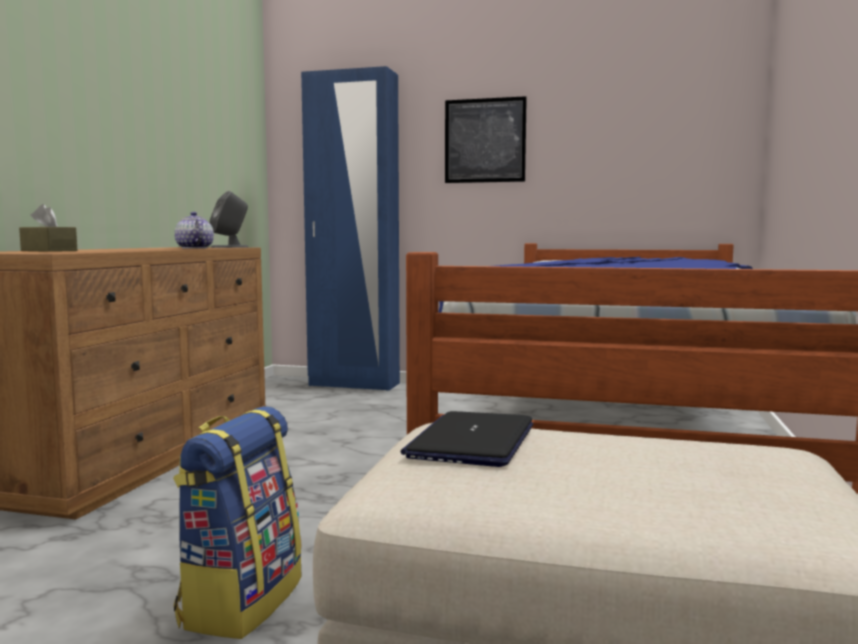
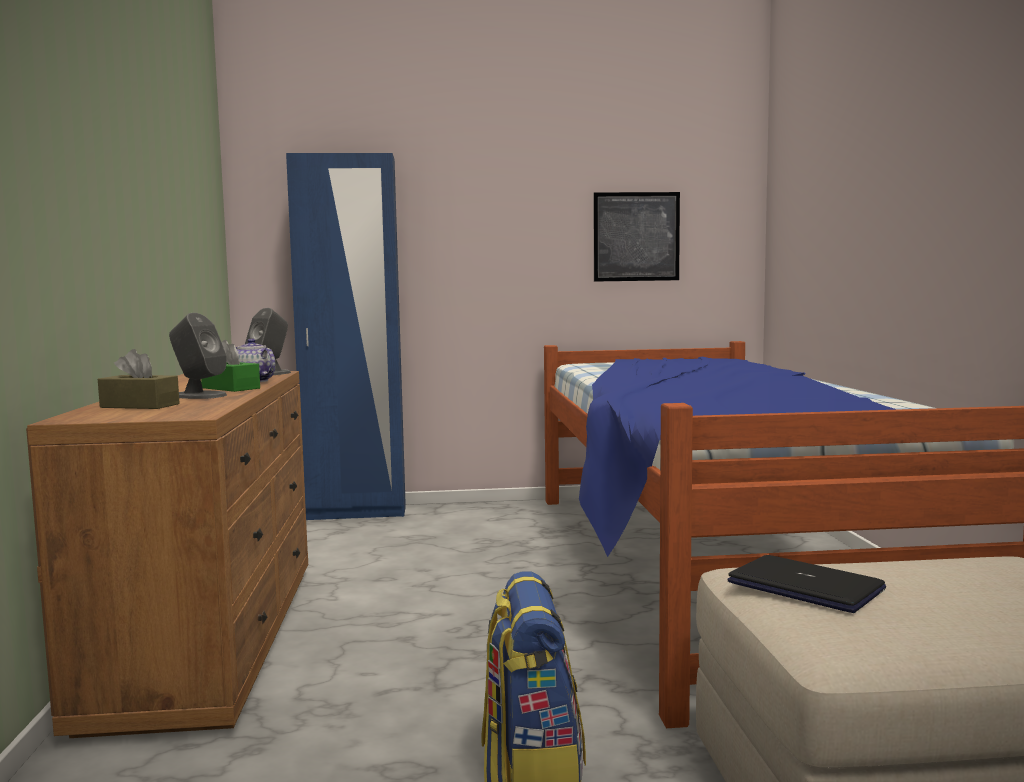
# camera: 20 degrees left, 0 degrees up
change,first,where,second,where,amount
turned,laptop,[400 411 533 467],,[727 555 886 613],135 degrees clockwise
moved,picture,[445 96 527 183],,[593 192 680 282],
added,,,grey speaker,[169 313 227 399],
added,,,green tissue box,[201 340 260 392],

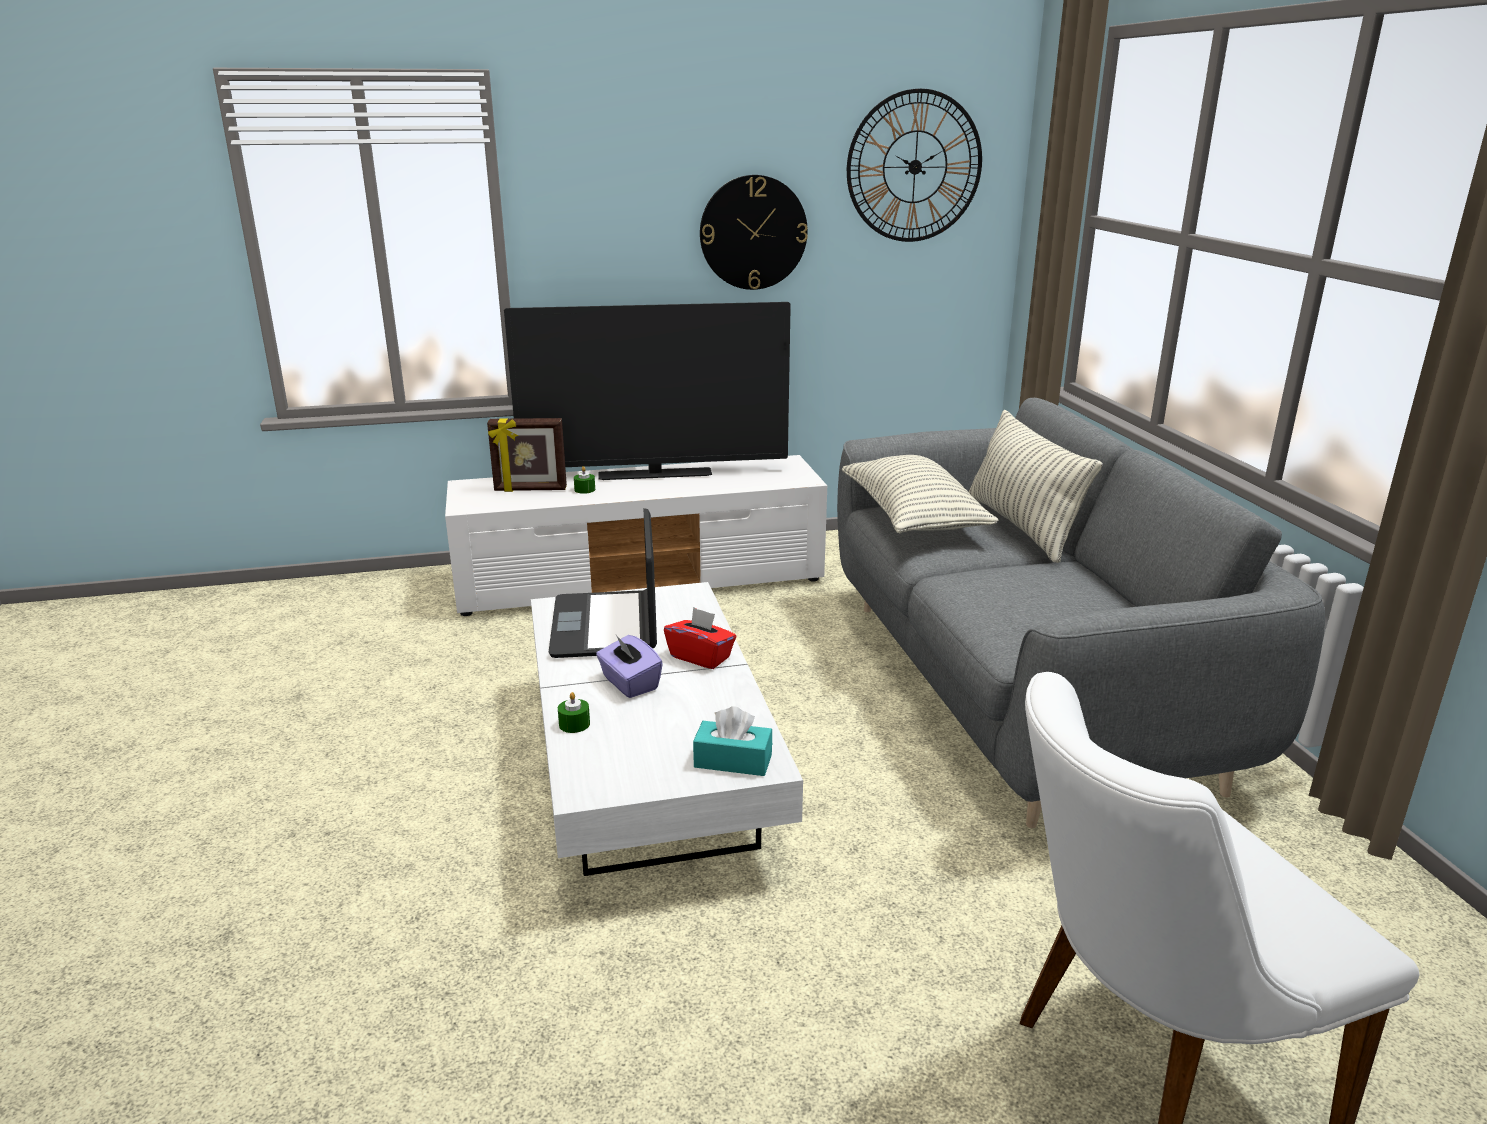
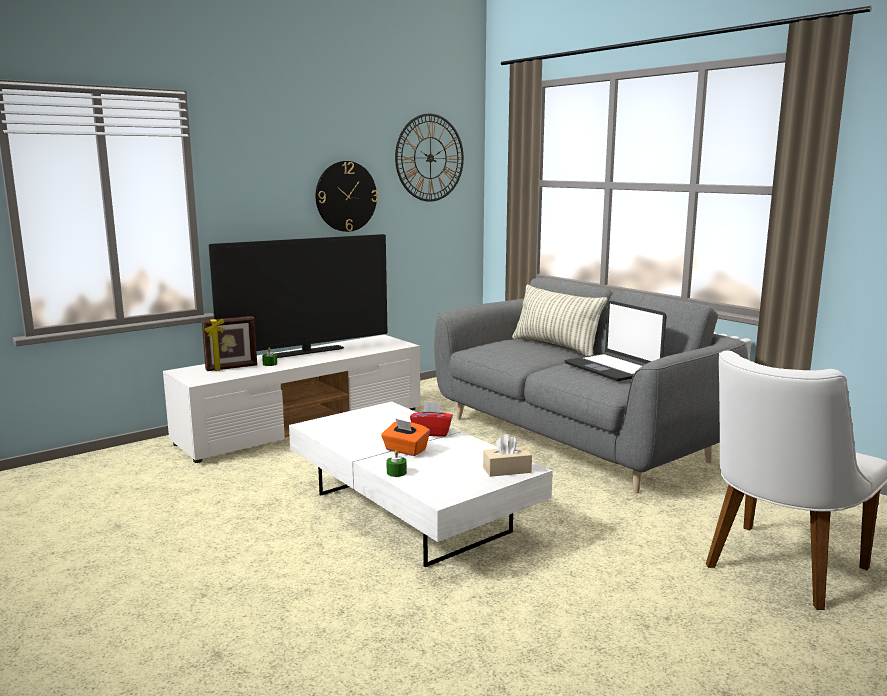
# camera: 25 degrees left, 10 degrees down
change,first,where,second,where,amount
moved,laptop,[549 508 657 658],,[565 301 667 381],
recoloured,purple tissue box,[596 635 663 698],orange tissue box,[381 418 430 456],
recoloured,turquoise tissue box,[693 706 772 776],beige tissue box,[483 434 532 477],
removed,pillow,[842 455 998 533],,,

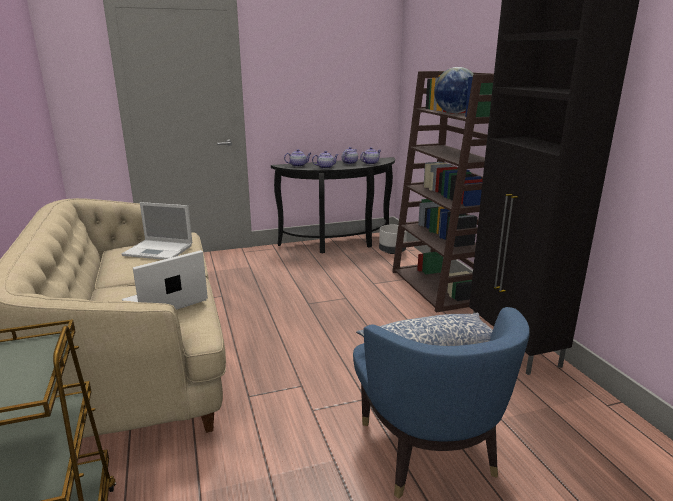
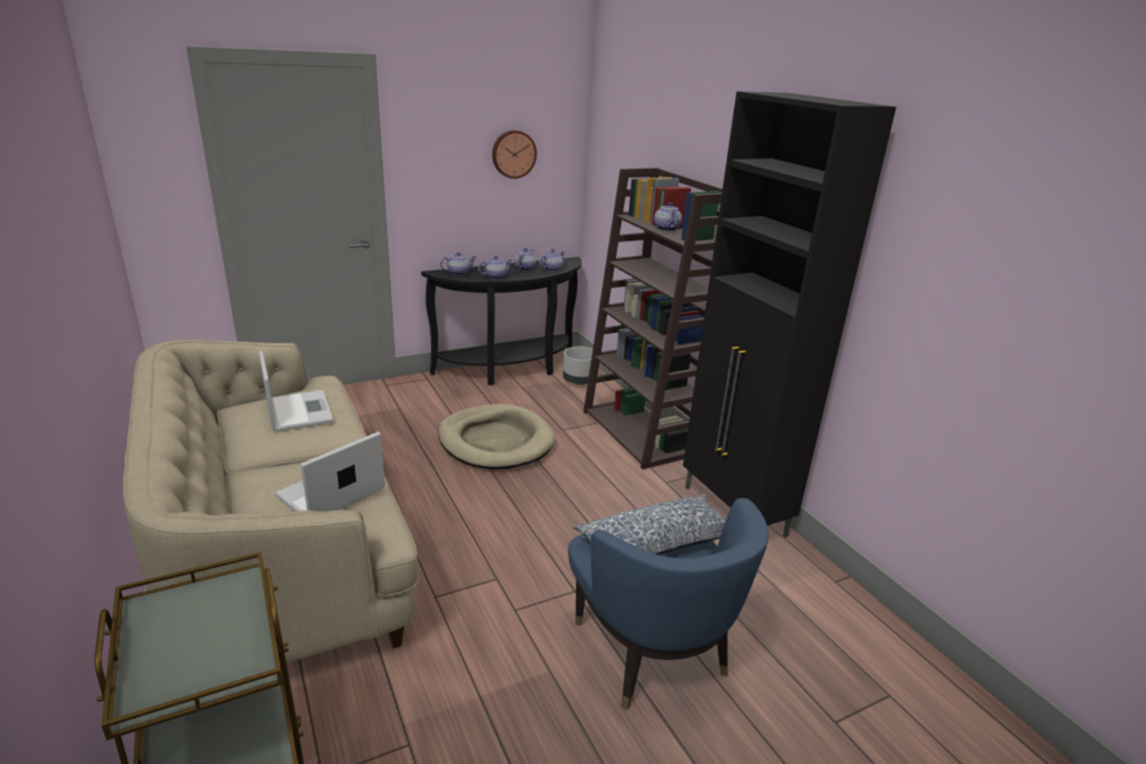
# camera: 10 degrees left, 5 degrees up
change,first,where,second,where,amount
turned,laptop,[122 202 192 260],,[259 351 334 432],120 degrees counterclockwise
replaced,globe,[434 67 474 113],teapot,[654 202 682 231],
added,,,beige dog bed,[438 404 555 469],
added,,,wall clock,[492 130 537 179],

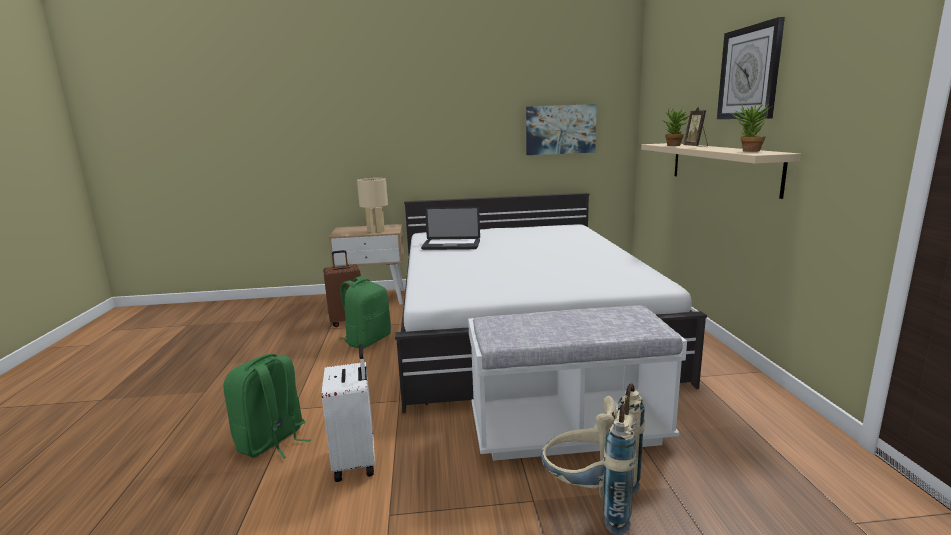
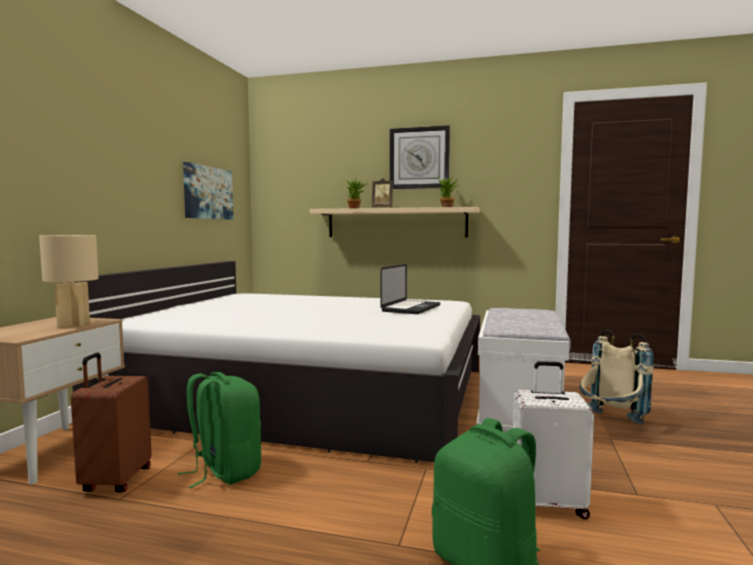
# camera: 70 degrees left, 10 degrees down
change,first,where,second,where,amount
moved,laptop,[421 207 480 250],,[380 264 440 314],

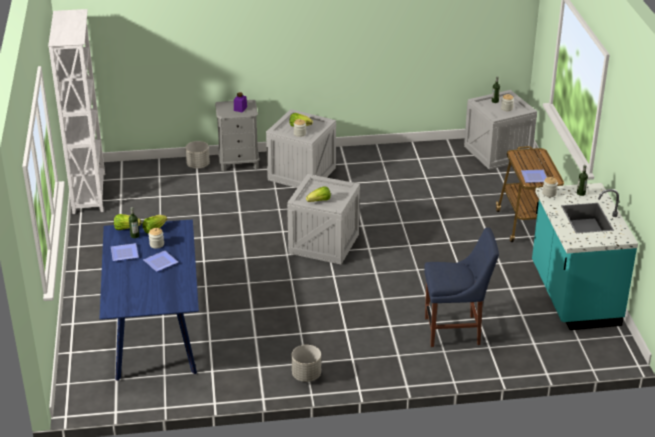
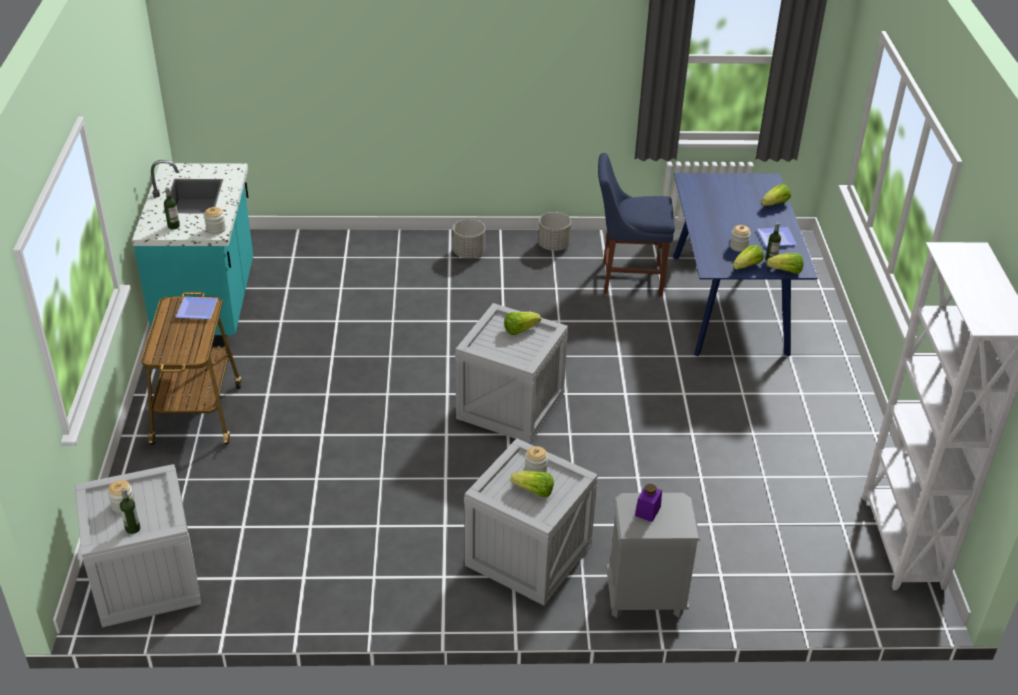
# camera: 175 degrees left, 5 degrees up
change,first,where,second,where,amount
removed,plate,[143 251 178 272],,,
moved,grey planter,[185 141 210 169],,[453 219 485 258],
moved,blue chair,[424 227 499 347],,[598 153 675 296],
added,,,lettuce,[761 184 791 206],

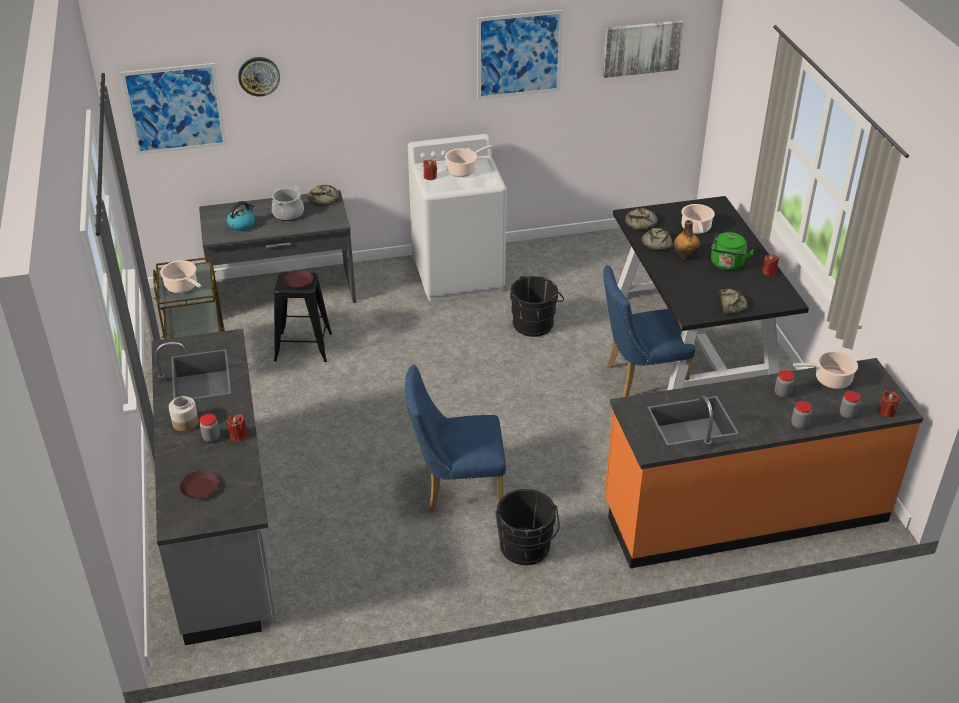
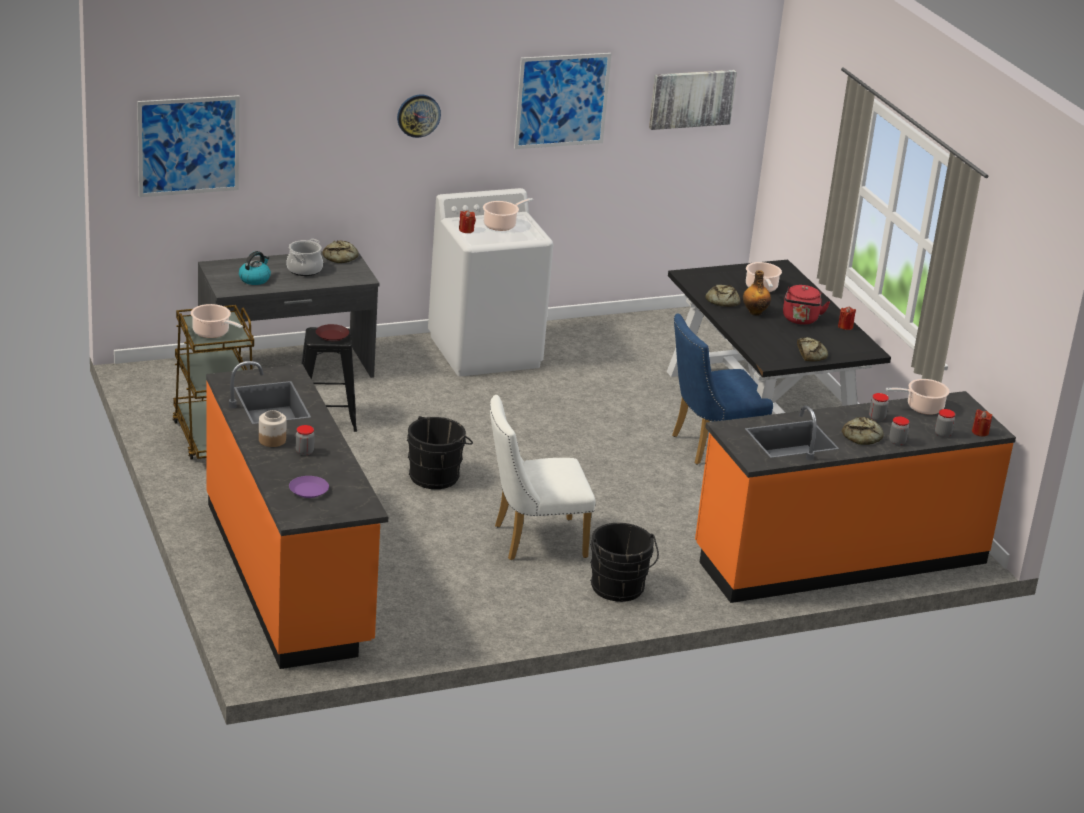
# camera: 10 degrees left, 10 degrees down
change,first,where,second,where,amount
recoloured,grey counter,[151 329 275 645],orange counter,[206 361 388 669],
recoloured,brown plate,[180 471 219 498],purple plate,[289 476 329 498],
removed,red candle,[227 414 248 442],,,
moved,wall clock,[238 57 280 97],,[397 94 441 138],
recoloured,blue chair,[405 365 506 513],white chair,[490 395 595 560],
moved,black bucket,[510 276 564 337],,[407 416 473 489],
moved,bread,[625 208 657 230],,[842 417 884 445],
recoloured,green kettle,[711 232 755 270],red kettle,[783 285 830 325],

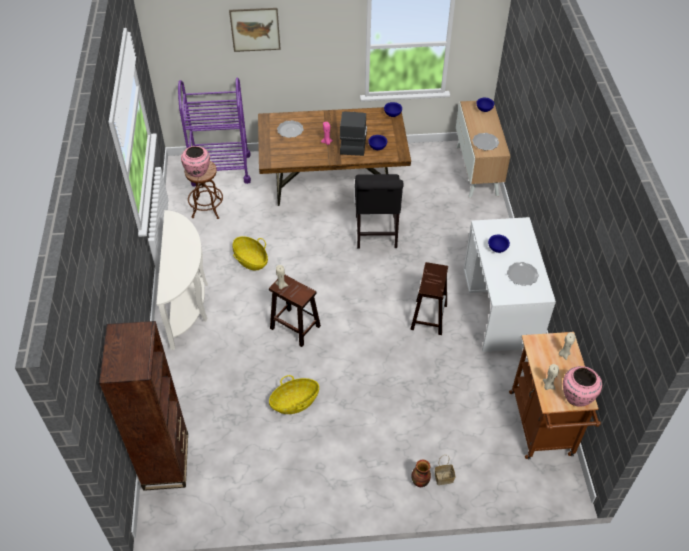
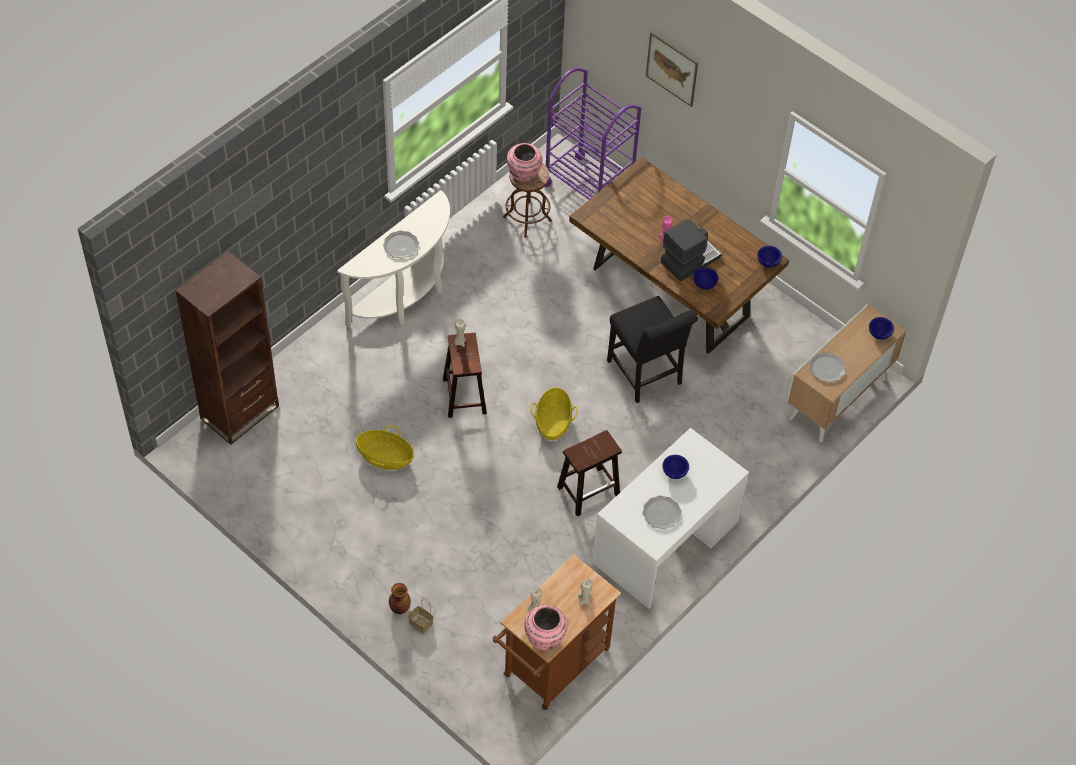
# camera: 45 degrees right, 5 degrees up
change,first,where,second,where,amount
moved,basket,[232 236 268 270],,[530 387 578 440],
moved,plate,[277 120 304 138],,[383 230 419 259],
turned,black chair,[355 174 404 249],,[607 296 698 403],75 degrees counterclockwise

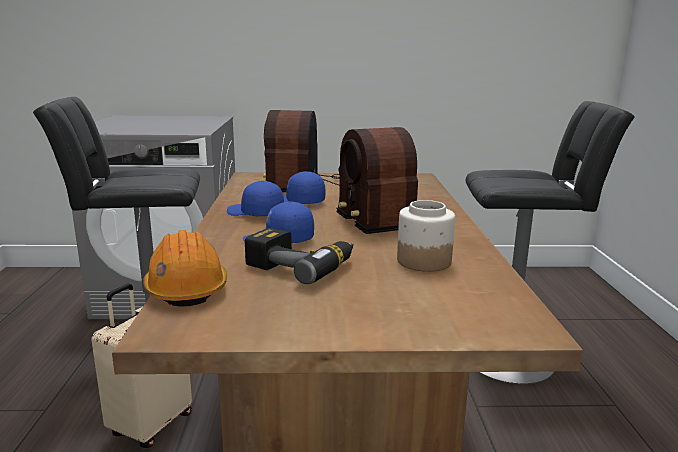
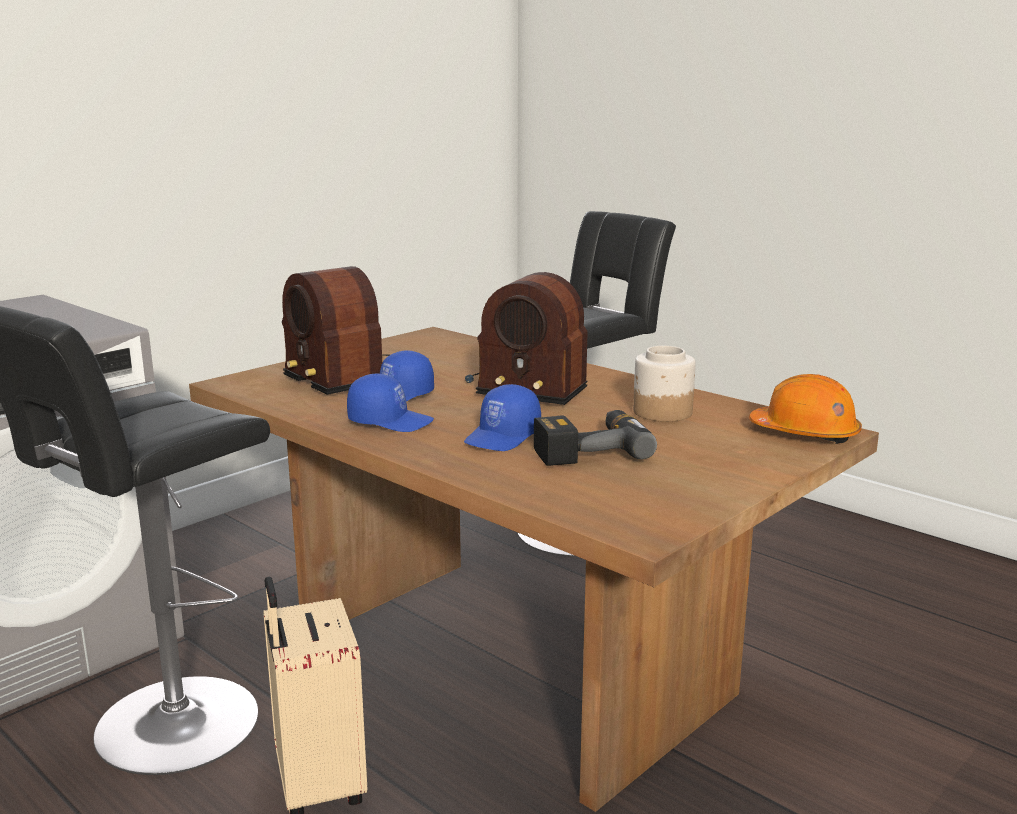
# camera: 45 degrees left, 0 degrees up
change,first,where,second,where,amount
moved,orange hard hat,[143 230 227 306],,[749 374 862 444],
turned,blue cap,[227 181 284 216],,[347 374 434 432],150 degrees counterclockwise

